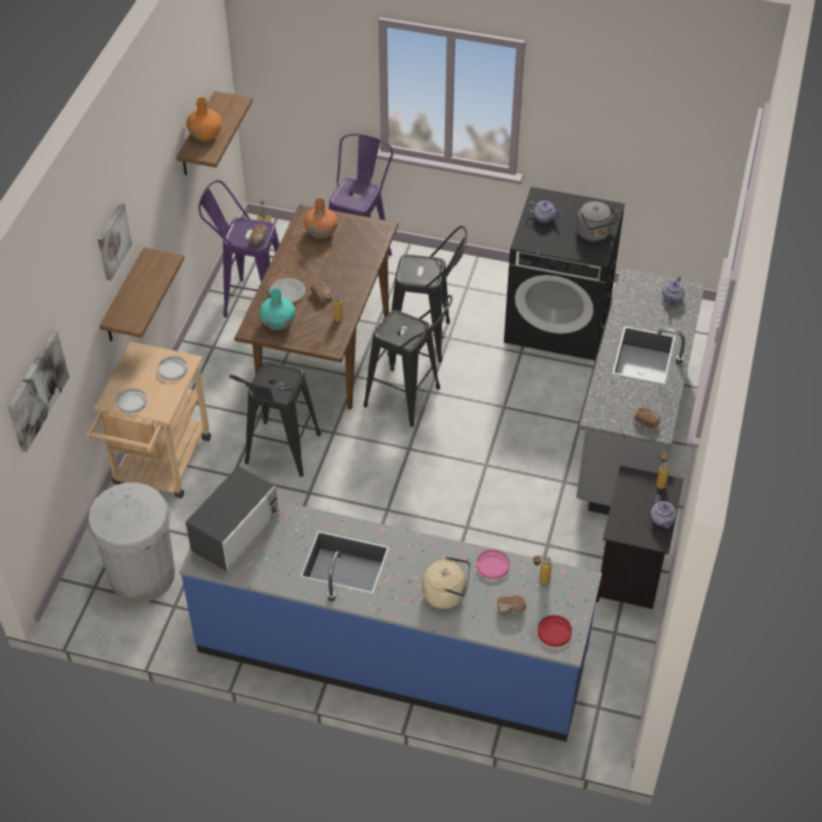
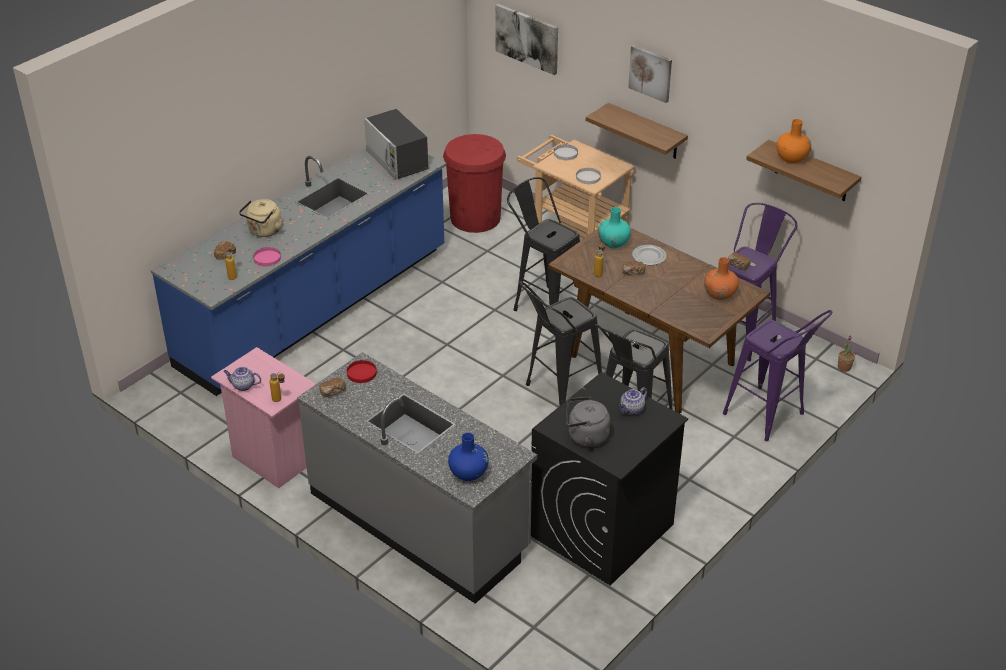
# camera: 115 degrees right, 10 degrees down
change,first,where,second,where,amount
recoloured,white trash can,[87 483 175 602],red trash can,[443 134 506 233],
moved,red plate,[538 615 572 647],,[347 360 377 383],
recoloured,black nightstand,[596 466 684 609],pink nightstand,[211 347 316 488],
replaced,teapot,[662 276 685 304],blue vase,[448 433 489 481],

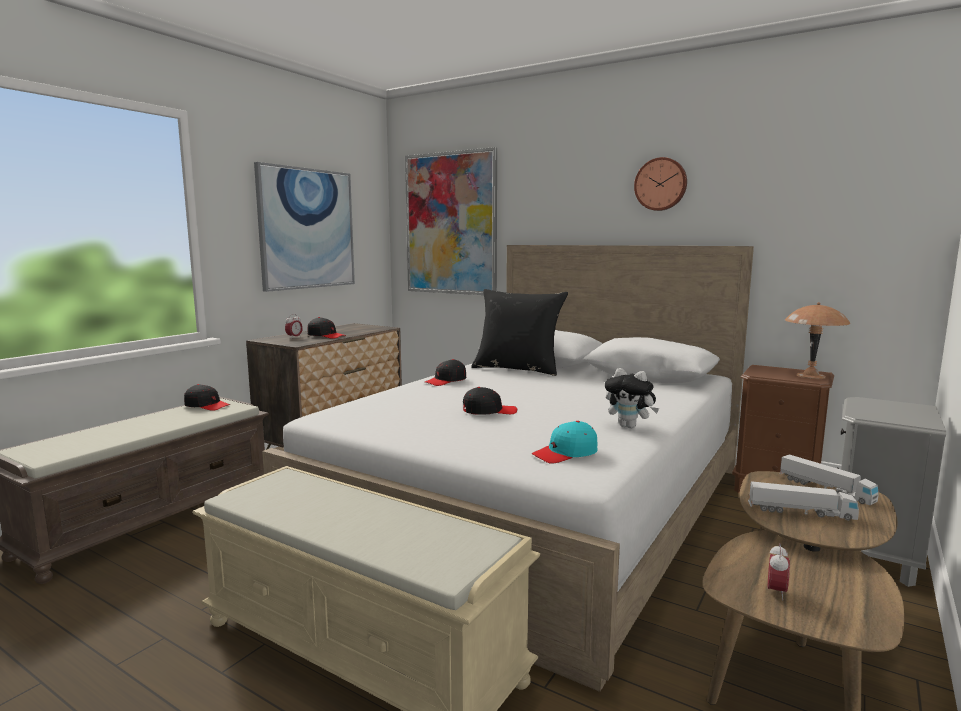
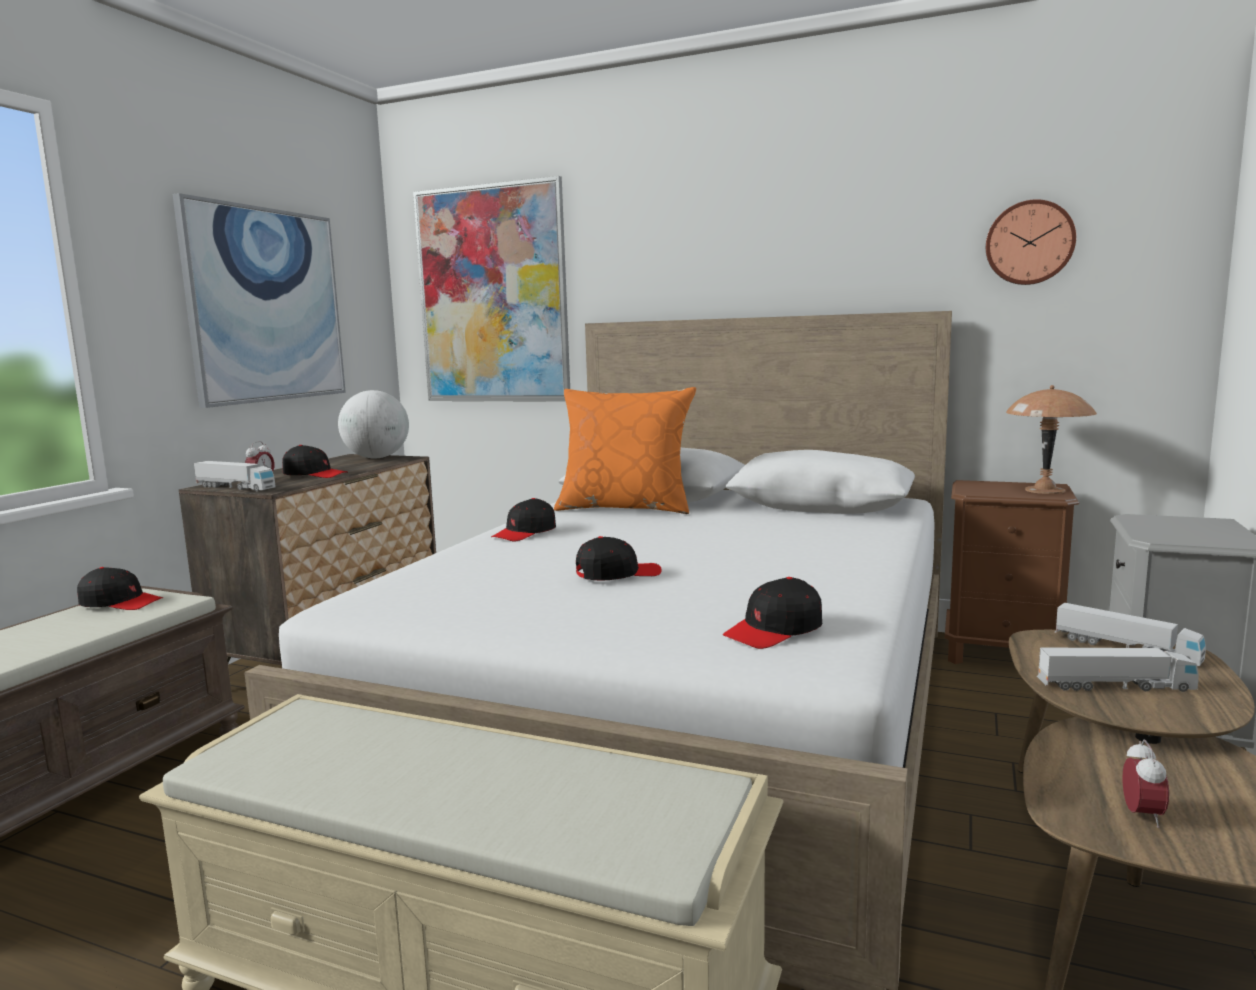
# camera: 10 degrees left, 0 degrees up
change,first,where,second,where,amount
recoloured,black pillow,[471 289 568 376],orange pillow,[554 387 696 514],
recoloured,turquoise cap,[532 421 598 464],black cap,[723 577 822 649],
removed,plush toy,[605 368 659 428],,,
moved,wall clock,[634 157 687 211],,[986 199 1076 285],
added,,,toy truck,[194 461 276 491],
added,,,globe,[338 390 409 458],

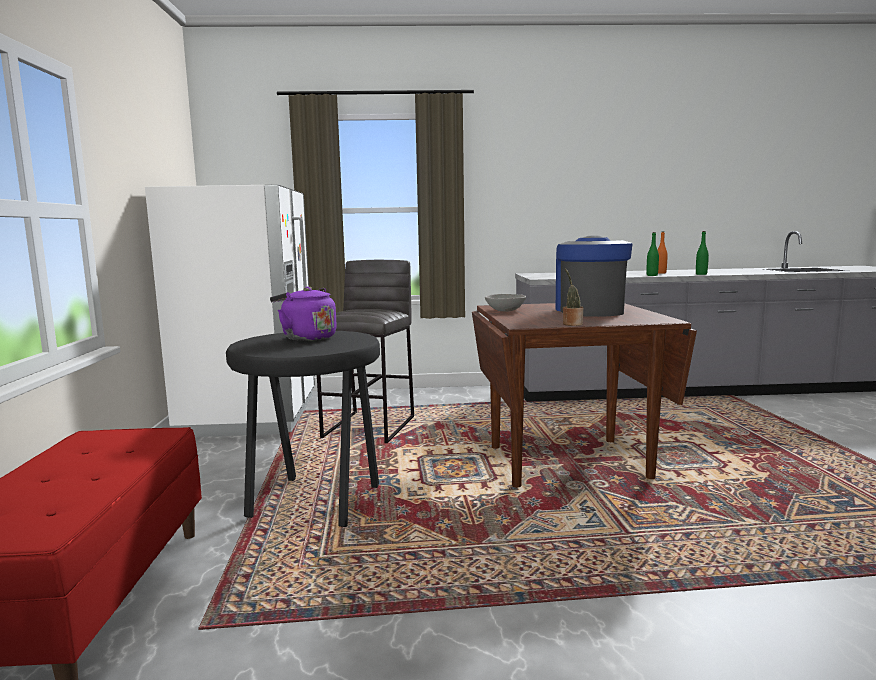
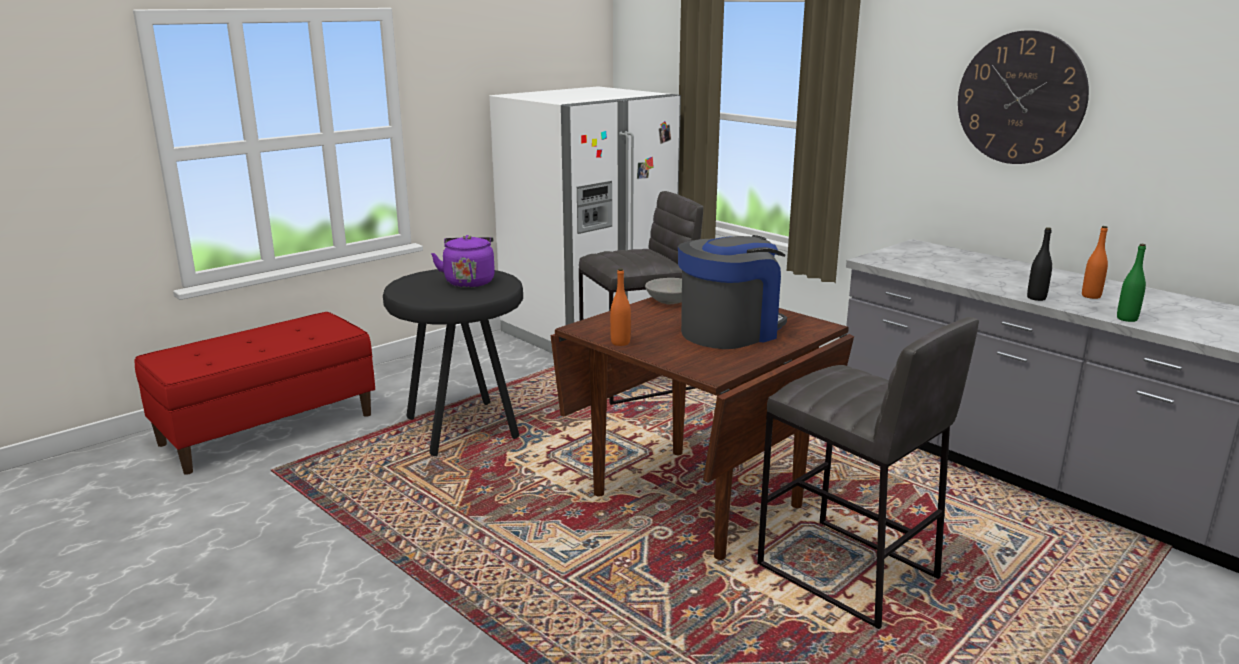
# camera: 50 degrees right, 10 degrees up
change,first,where,second,where,amount
replaced,potted plant,[563 269 583 326],orange bottle,[610 268 631 346],
recoloured,green bottle,[647 232 659 276],black bottle,[1027 227 1052 301],
added,,,grey stool,[757 317 979 629],
added,,,wall clock,[958 30 1089 164],

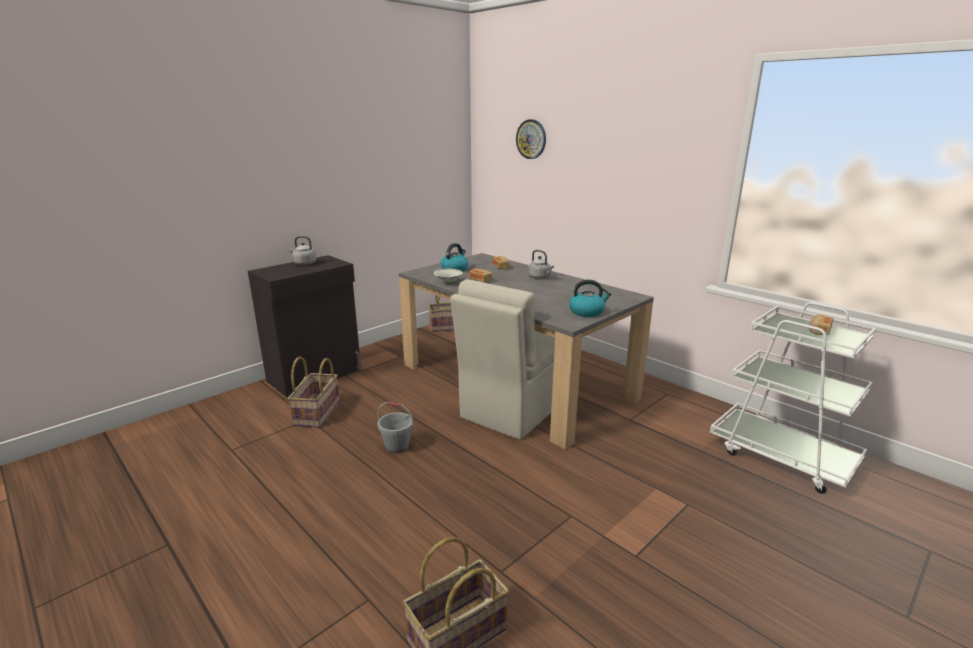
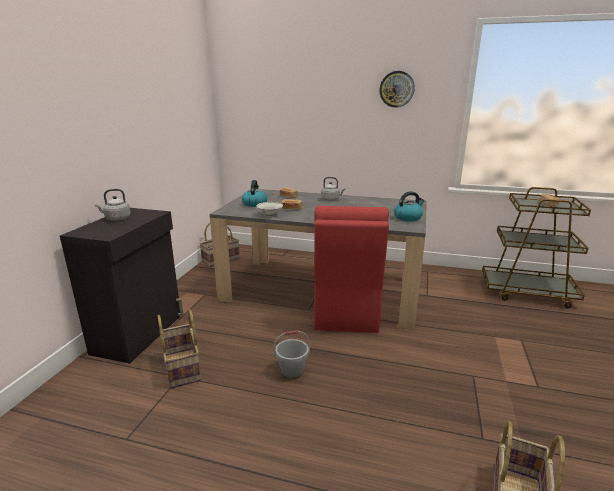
# camera: 30 degrees left, 0 degrees up
change,first,where,second,where,amount
recoloured,beige chair,[450 279 555 440],red chair,[314 206 389 333],
moved,wall clock,[516 119 546 159],,[379 71 415 108],
recoloured,white cart,[710 302 876 494],brown cart,[482 187 591 308],

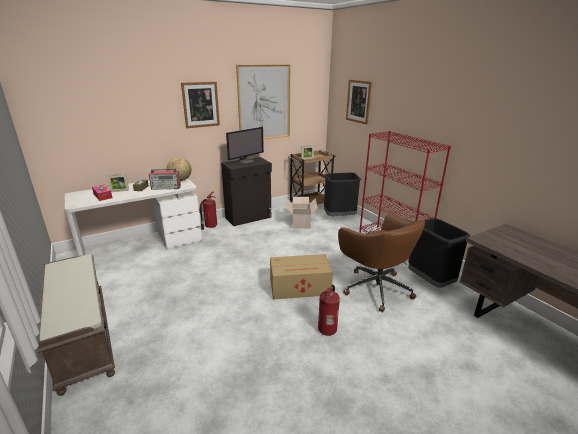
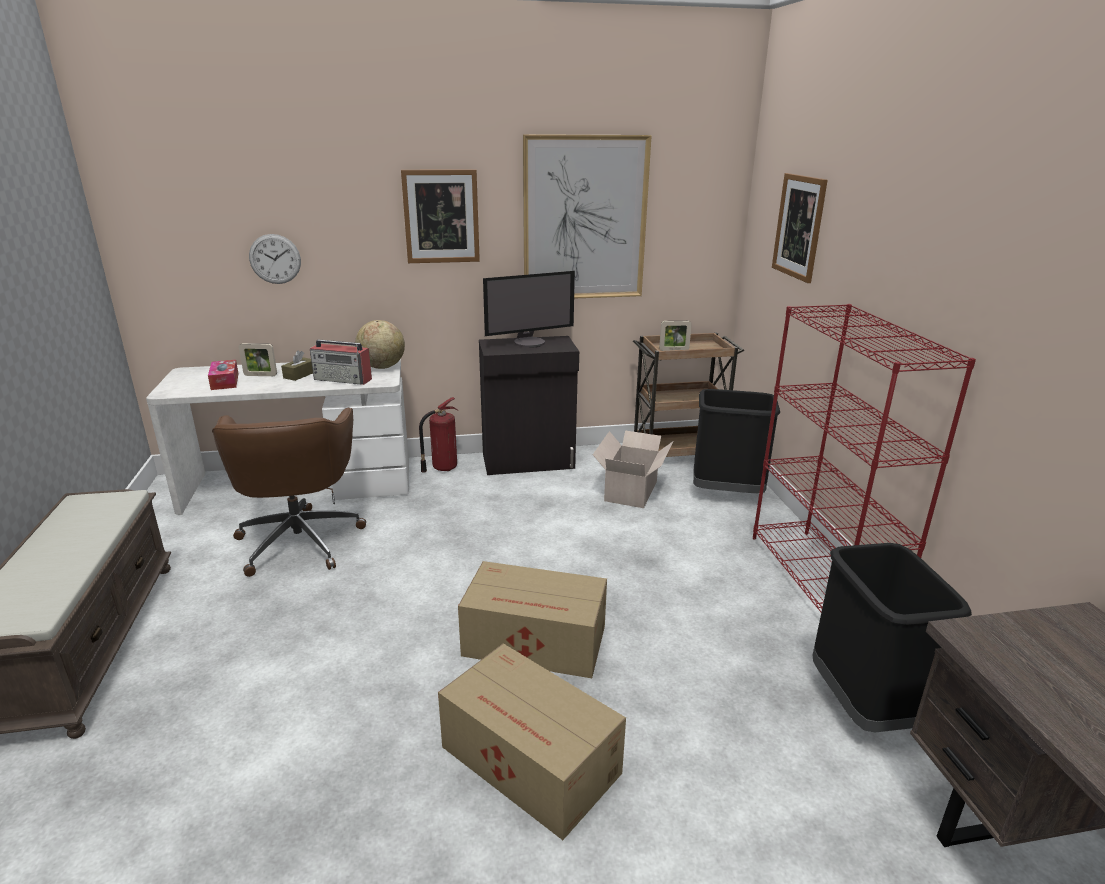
# camera: 20 degrees right, 0 degrees up
change,first,where,second,where,amount
replaced,fire extinguisher,[318 285 340 336],cardboard box,[438 643 626 840],
moved,brown office chair,[338 214 425 313],,[212 408 366 577],
added,,,wall clock,[249 234 301 284],

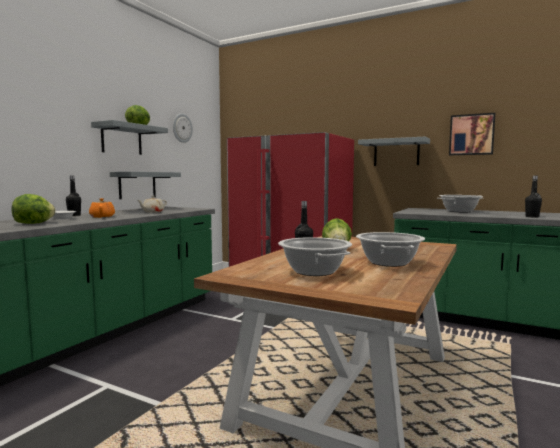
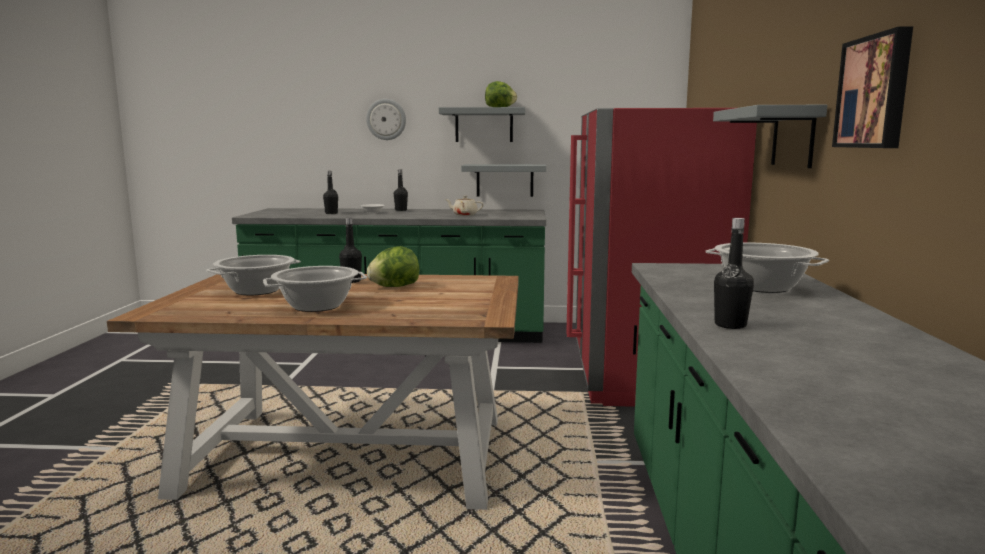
# camera: 65 degrees right, 5 degrees up
change,first,where,second,where,amount
replaced,lettuce,[12 194 55 224],black bottle,[323 171 338 214],
removed,orange teapot,[89 198 115 218],,,
moved,wall clock,[173 113 193 143],,[366 99 406 140],

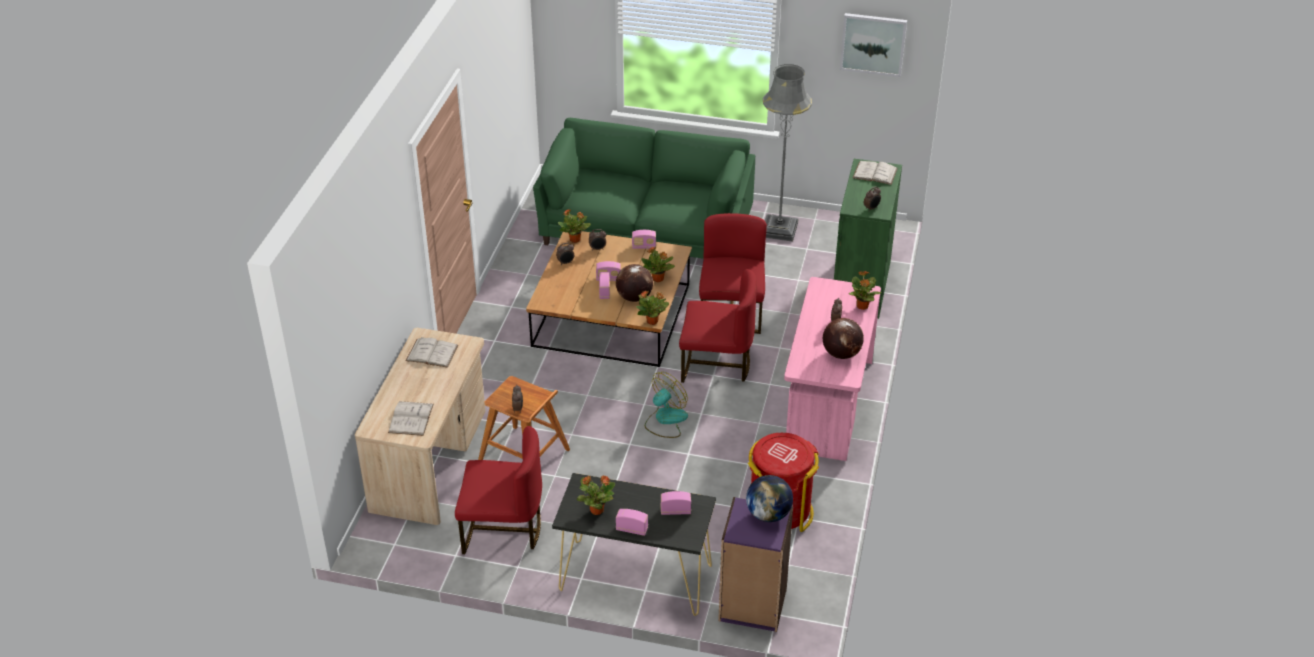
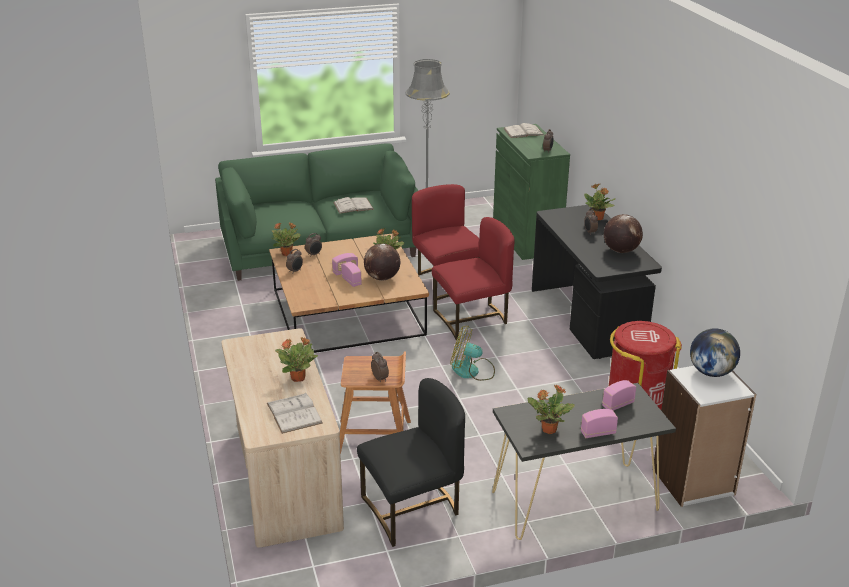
# camera: 30 degrees left, 10 degrees down
change,first,where,second,where,amount
moved,white book,[406 337 459 367],,[333 197 374 214],
recoloured,red chair,[455 426 542 554],black chair,[357 378 465 547],
removed,radio,[632 230 656 249],,,
moved,potted plant,[636 290 669 325],,[275 337 318 382],
turned,fan,[645 372 688 438],,[450 326 495 381],90 degrees counterclockwise
recoloured,purple bookcase,[718 497 793 632],white bookcase,[654 366 756 507],
recoloured,pink desk,[784 277 881 461],black desk,[532 204 662 359],
removed,picture,[840 13 907 77],,,

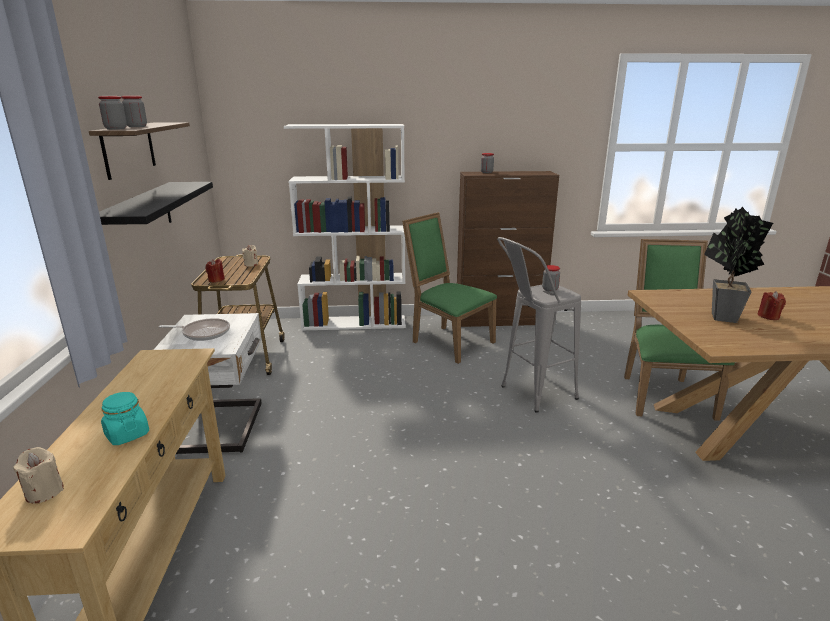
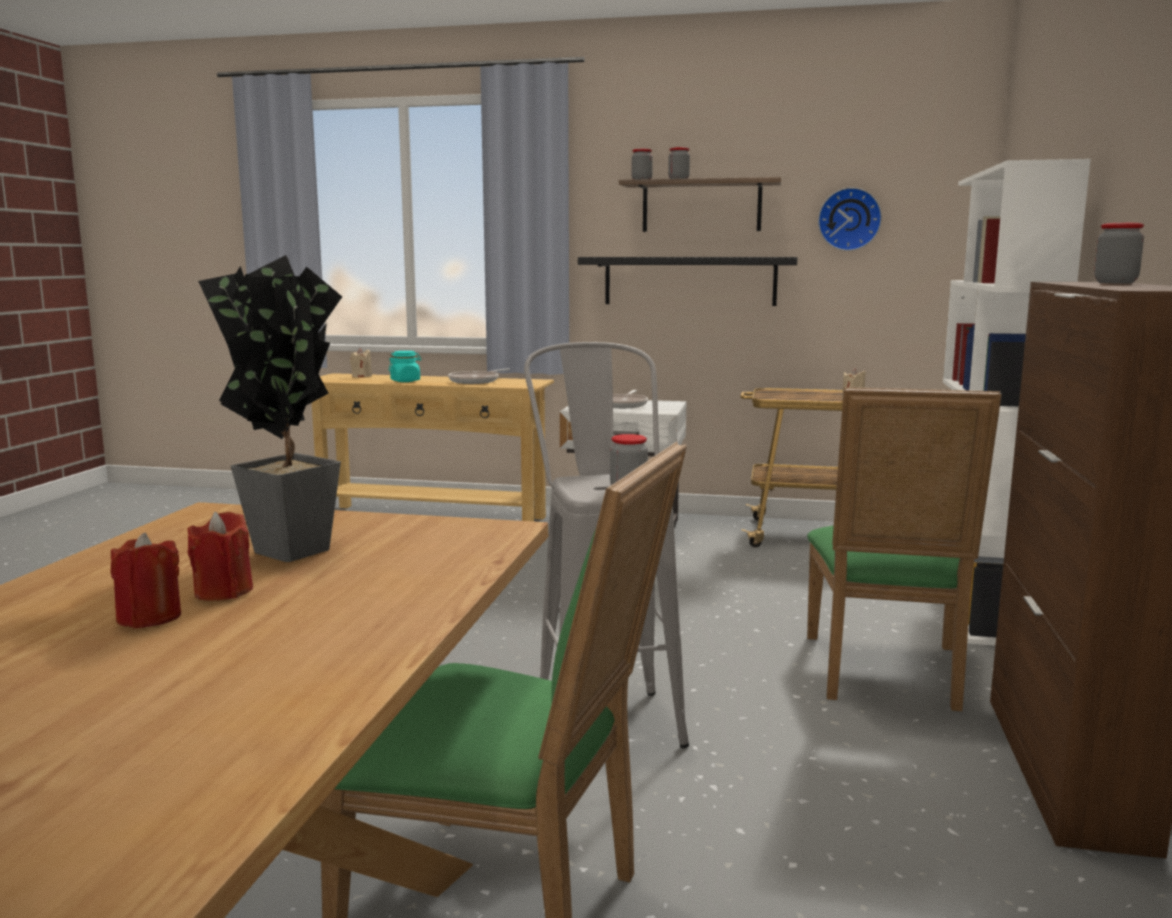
# camera: 105 degrees right, 10 degrees down
change,first,where,second,where,amount
moved,red candle,[205 259 225 283],,[111 532 181 629],
turned,green chair,[402 212 497 364],,[807 387 1002 711],135 degrees clockwise
added,,,frying pan,[448 368 510 384],
added,,,wall clock,[818 187 882 251],

